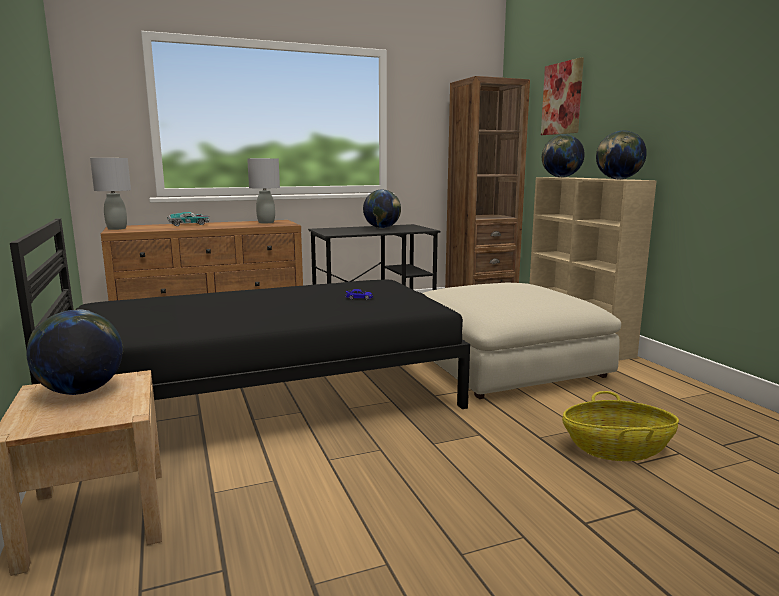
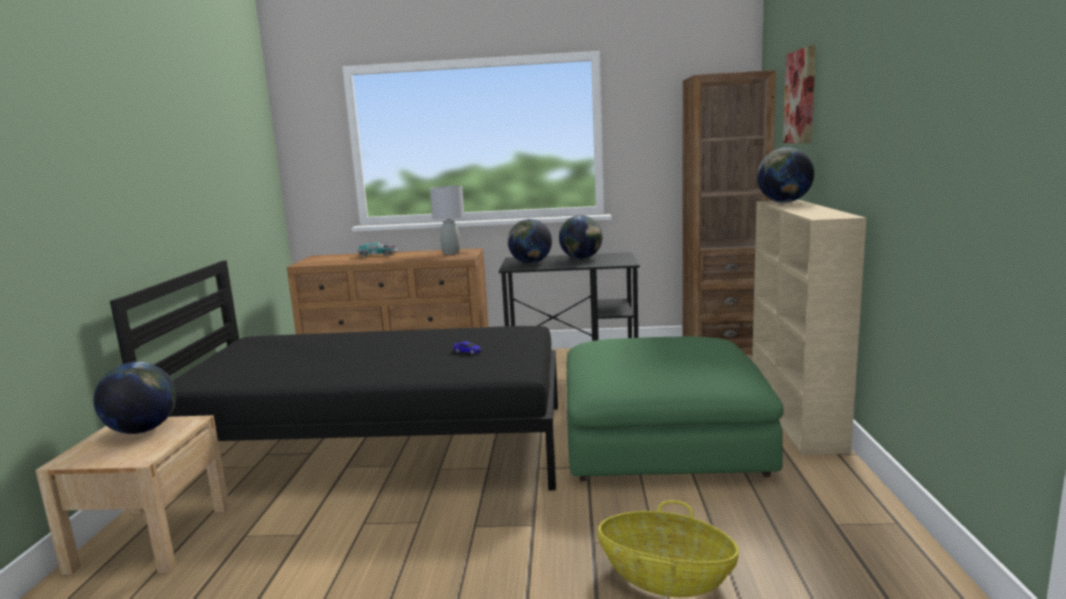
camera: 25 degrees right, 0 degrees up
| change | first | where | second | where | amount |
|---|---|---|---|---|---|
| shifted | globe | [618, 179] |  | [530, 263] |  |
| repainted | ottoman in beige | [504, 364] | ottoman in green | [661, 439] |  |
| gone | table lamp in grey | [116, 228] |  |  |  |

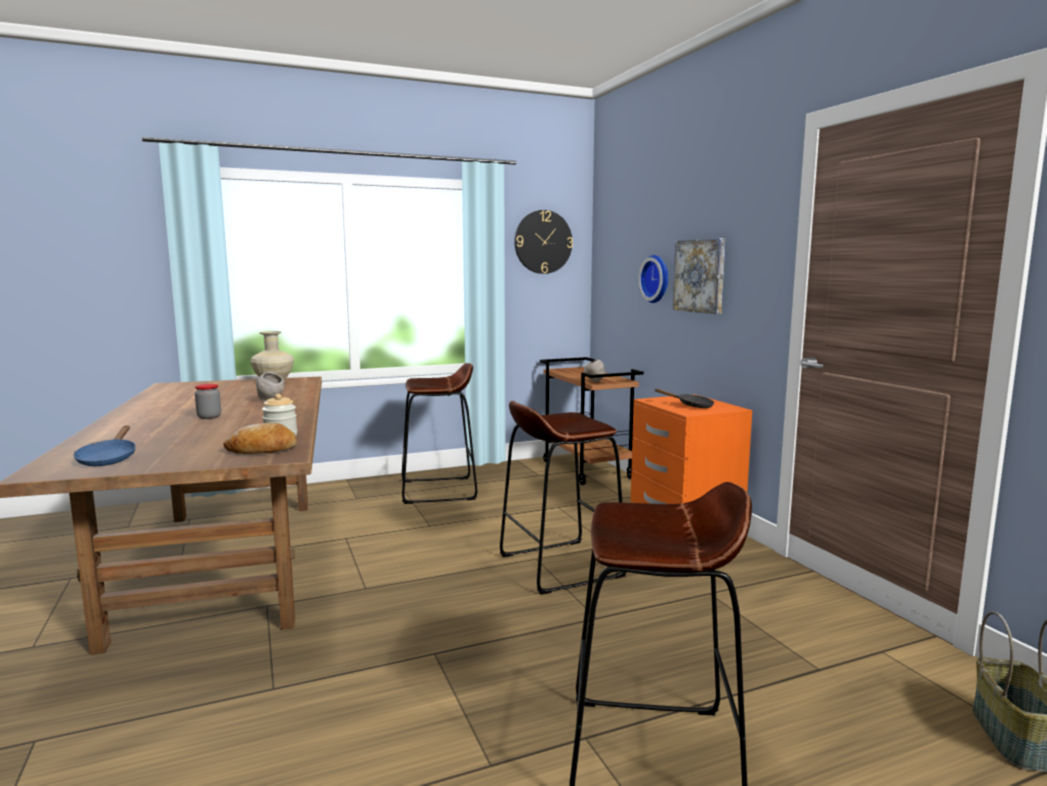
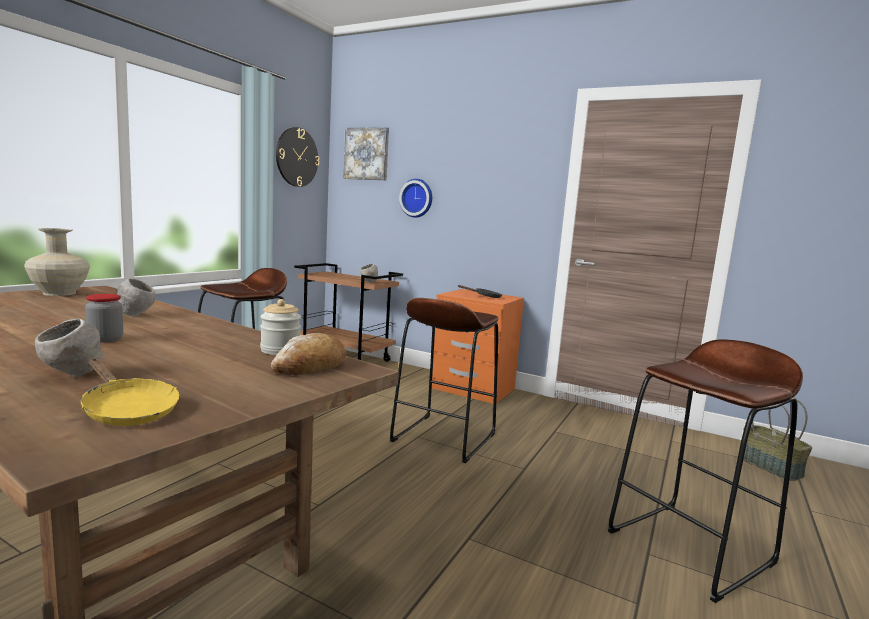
camera: 40 degrees left, 0 degrees up
| change | first | where | second | where | amount |
|---|---|---|---|---|---|
| new |  |  | bowl in grey | [73, 375] |  |
| repainted | frying pan in blue | [108, 459] | frying pan in yellow | [127, 410] |  |
| shifted | picture | [700, 276] |  | [367, 154] |  |

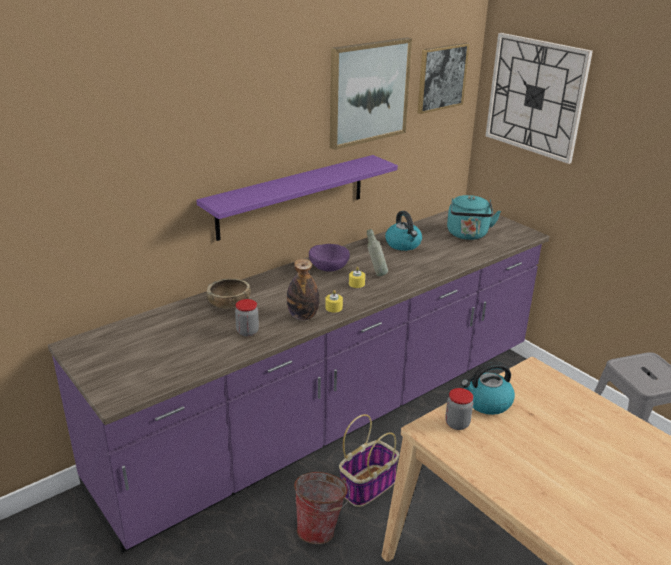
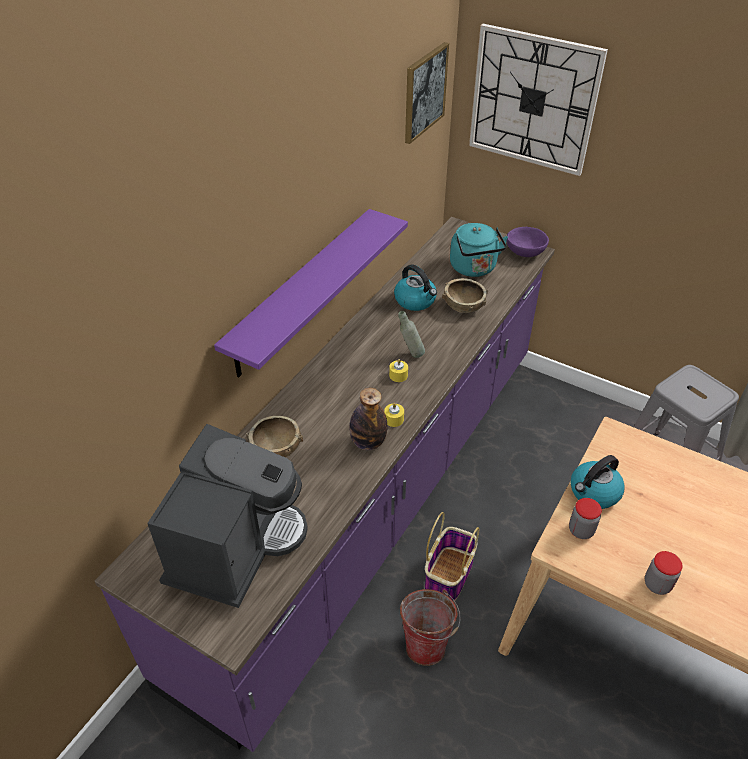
camera: 20 degrees left, 15 degrees up
| change | first | where | second | where | amount |
|---|---|---|---|---|---|
| new |  |  | coffee machine | [235, 546] |  |
| new |  |  | bowl in brown | [463, 306] |  |
| shifted | bowl in purple | [329, 268] |  | [525, 252] |  |
| shifted | jar | [247, 331] |  | [657, 584] |  |
| gone | picture | [368, 92] |  |  |  |

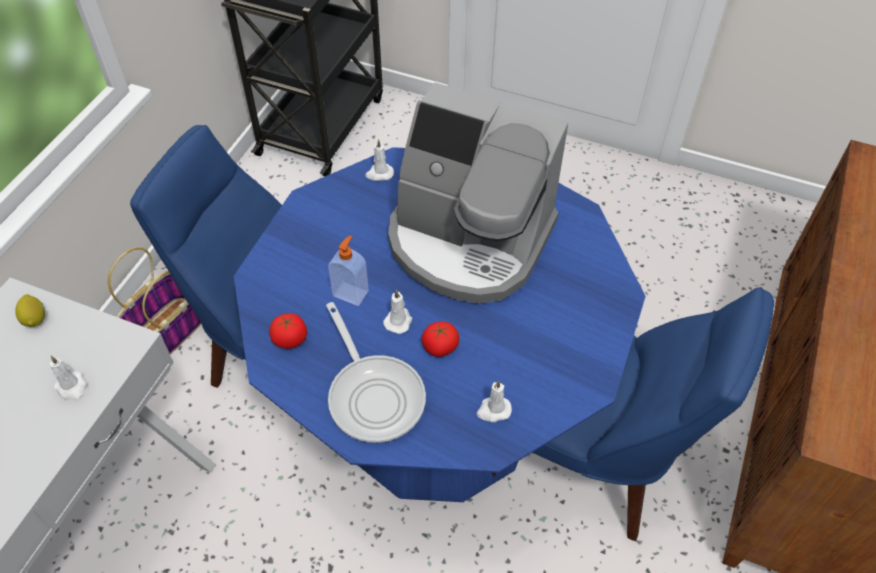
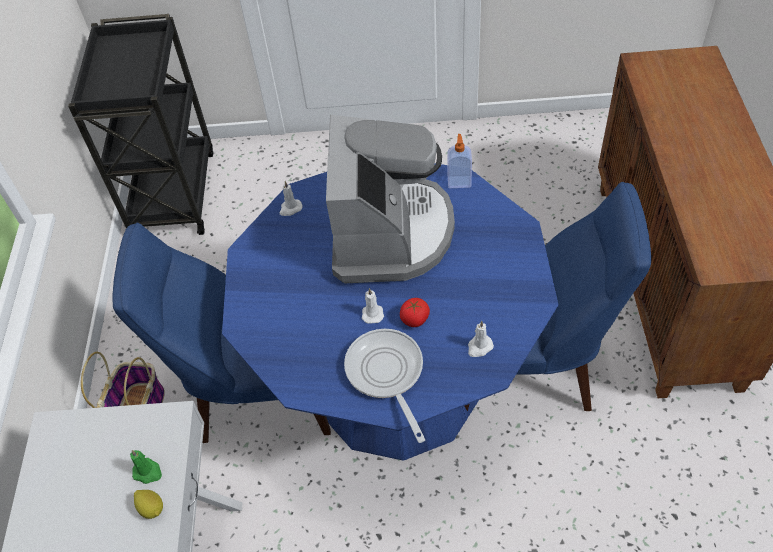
camera: 20 degrees left, 0 degrees up
| change | first | where | second | where | amount |
|---|---|---|---|---|---|
| repainted | candle in white | [72, 387] | candle in green | [148, 472] |  |
| shifted | lemon | [35, 318] |  | [152, 508] |  |
| rotated | coffee machine | [468, 241] |  | [390, 233] | 90 degrees counterclockwise |
| rotated | frying pan | [374, 395] |  | [386, 374] | 150 degrees counterclockwise |
| shifted | soap dispenser | [351, 293] |  | [459, 181] |  |
| gone | tomato | [290, 339] |  |  |  |

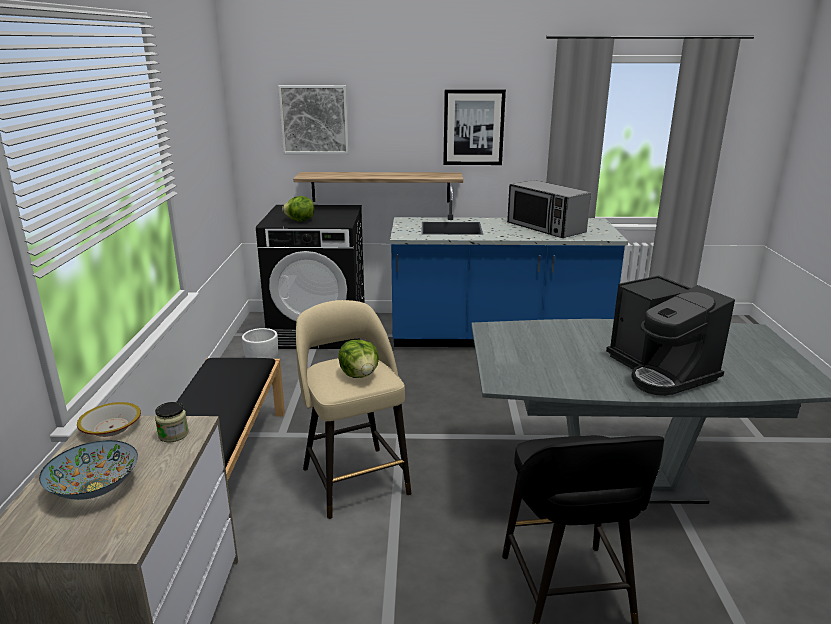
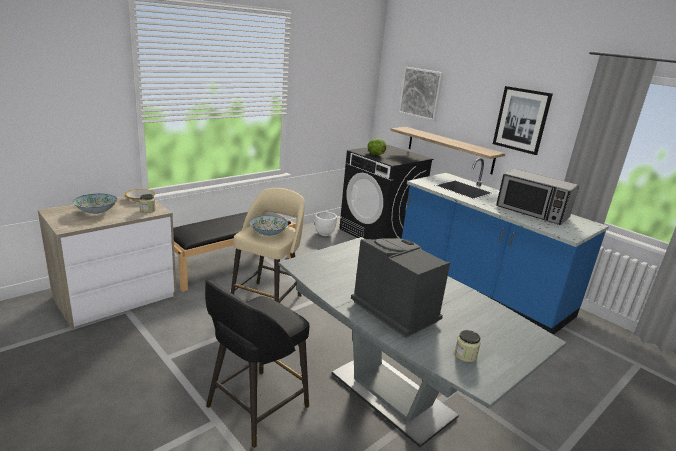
camera: 45 degrees right, 0 degrees up
| change | first | where | second | where | amount |
|---|---|---|---|---|---|
| swapped | lettuce | [360, 375] | bowl | [268, 233] |  |
| rotated | coffee machine | [660, 371] |  | [395, 310] | 120 degrees clockwise |
| new |  |  | jar | [465, 355] |  |
| rotated | microwave | [545, 228] |  | [532, 212] | 60 degrees counterclockwise |

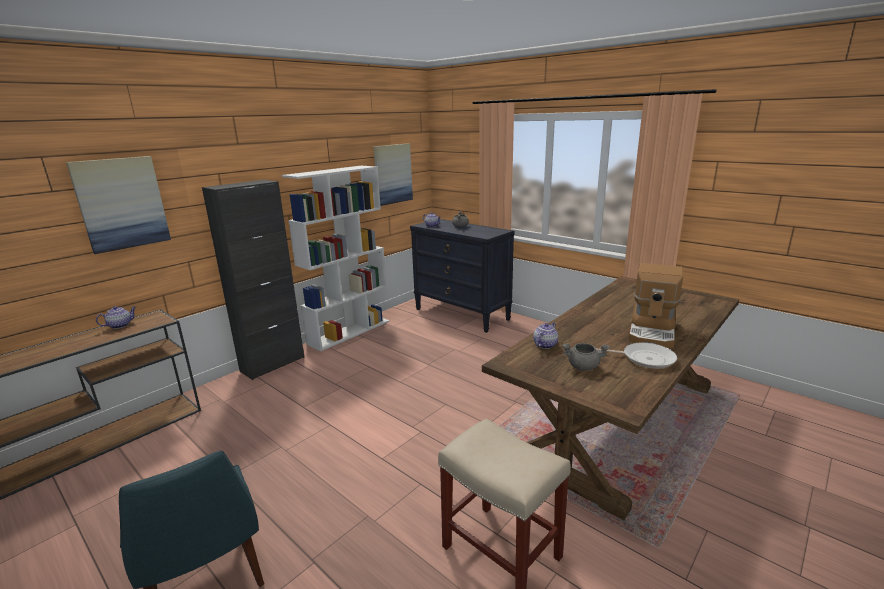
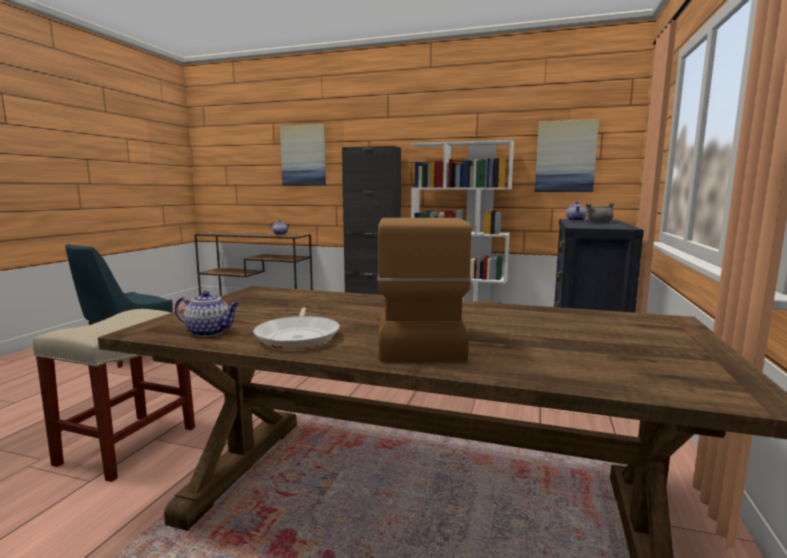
camera: 65 degrees right, 10 degrees down
| change | first | where | second | where | amount |
|---|---|---|---|---|---|
| shifted | teapot | [545, 344] |  | [210, 332] |  |
| rotated | coffee machine | [653, 331] |  | [417, 339] | 90 degrees clockwise |
| gone | cooking pot in grey | [583, 366] |  |  |  |

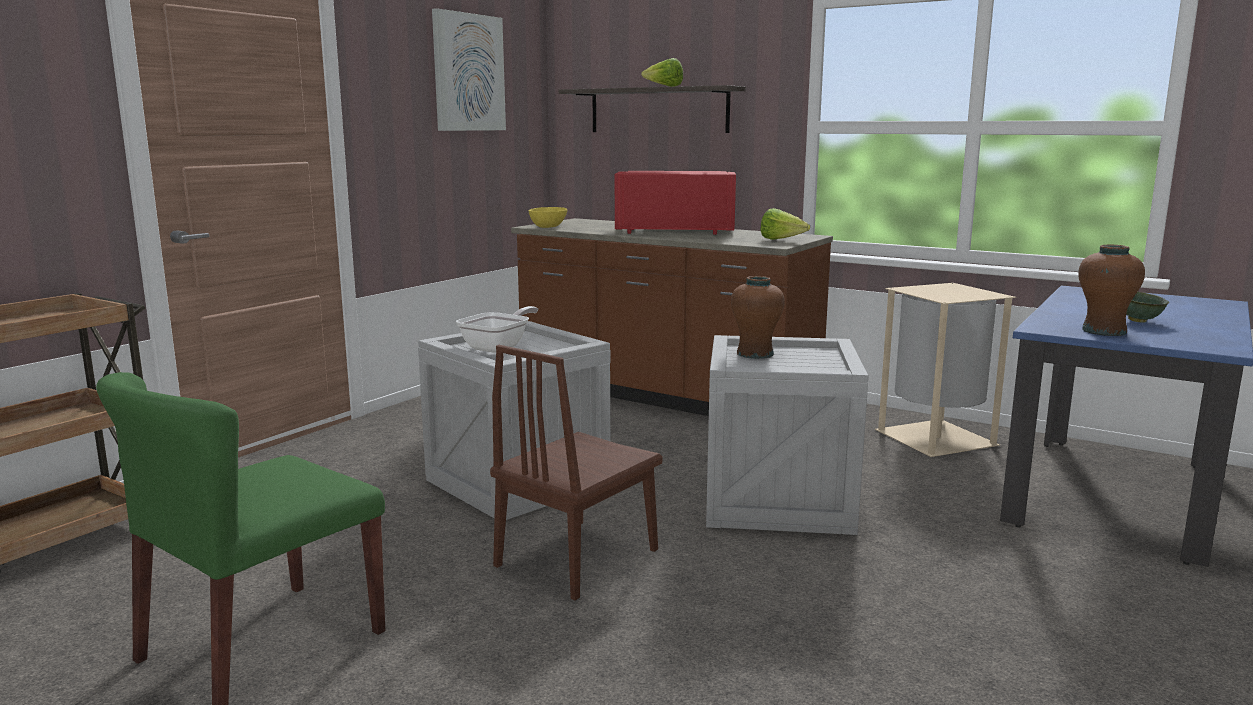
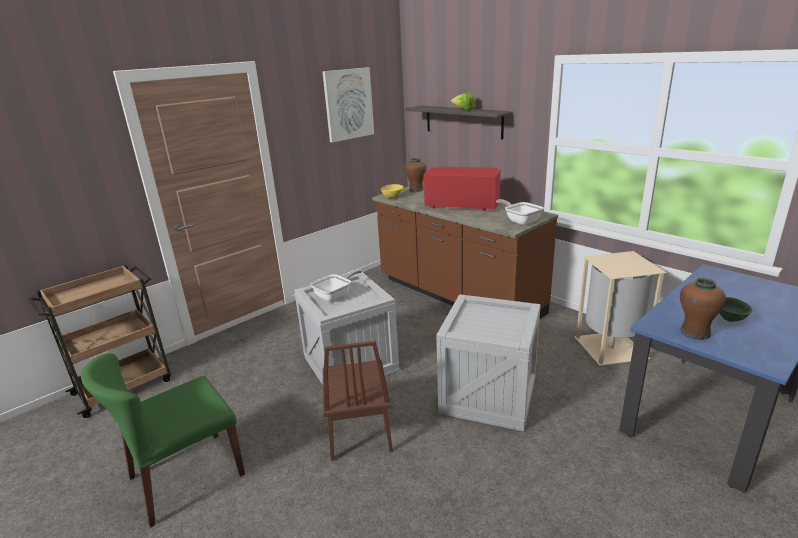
camera: 15 degrees right, 10 degrees up
| change | first | where | second | where | amount |
|---|---|---|---|---|---|
| rotated | chair in brown | [577, 557] |  | [359, 430] | 60 degrees counterclockwise |
| shifted | vase in brown | [755, 354] |  | [416, 190] |  |
| swapped | lettuce | [781, 240] | frying pan | [520, 221] |  |

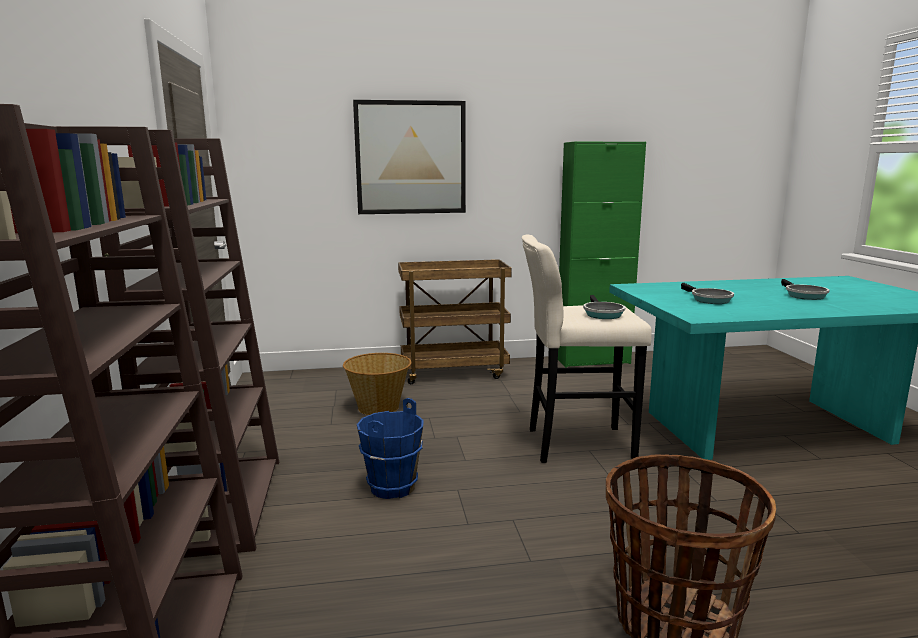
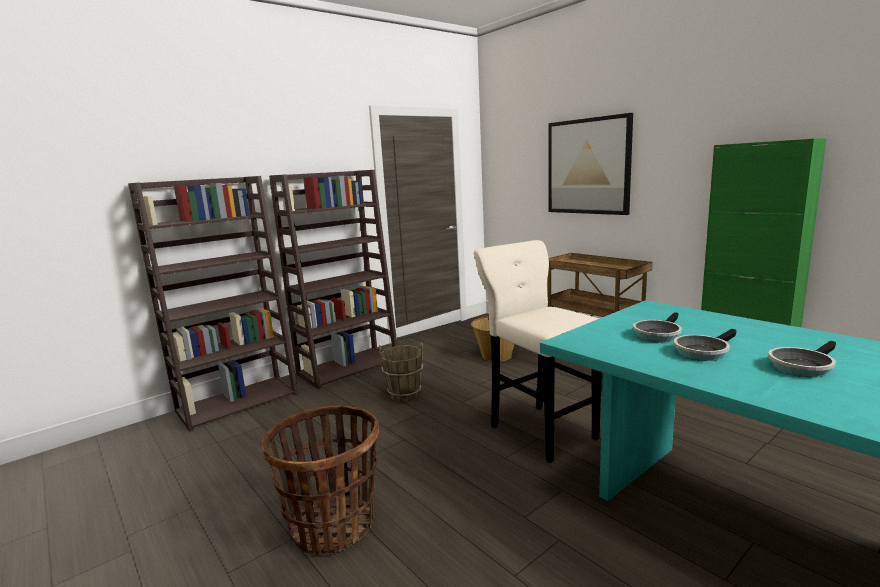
camera: 60 degrees right, 0 degrees up
| change | first | where | second | where | amount |
|---|---|---|---|---|---|
| repainted | bucket in blue | [391, 487] | bucket in brown | [404, 394] |  |
| shifted | frying pan | [602, 314] |  | [702, 352] |  |

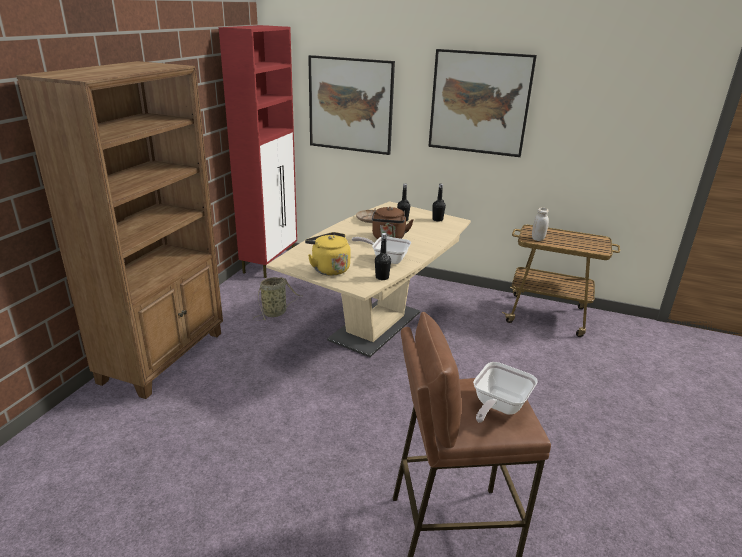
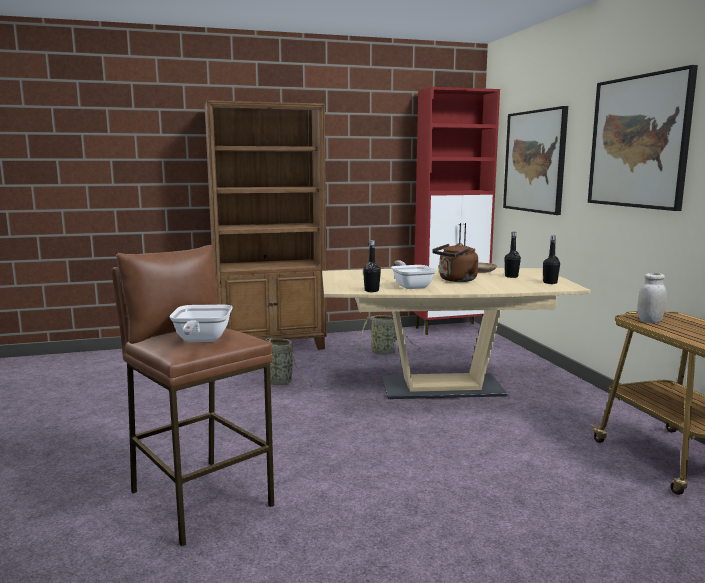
camera: 55 degrees right, 15 degrees down
| change | first | where | second | where | amount |
|---|---|---|---|---|---|
| rotated | frying pan | [498, 406] |  | [201, 341] | 90 degrees counterclockwise |
| new |  |  | basket | [281, 383] |  |
| gone | kettle in yellow | [329, 269] |  |  |  |

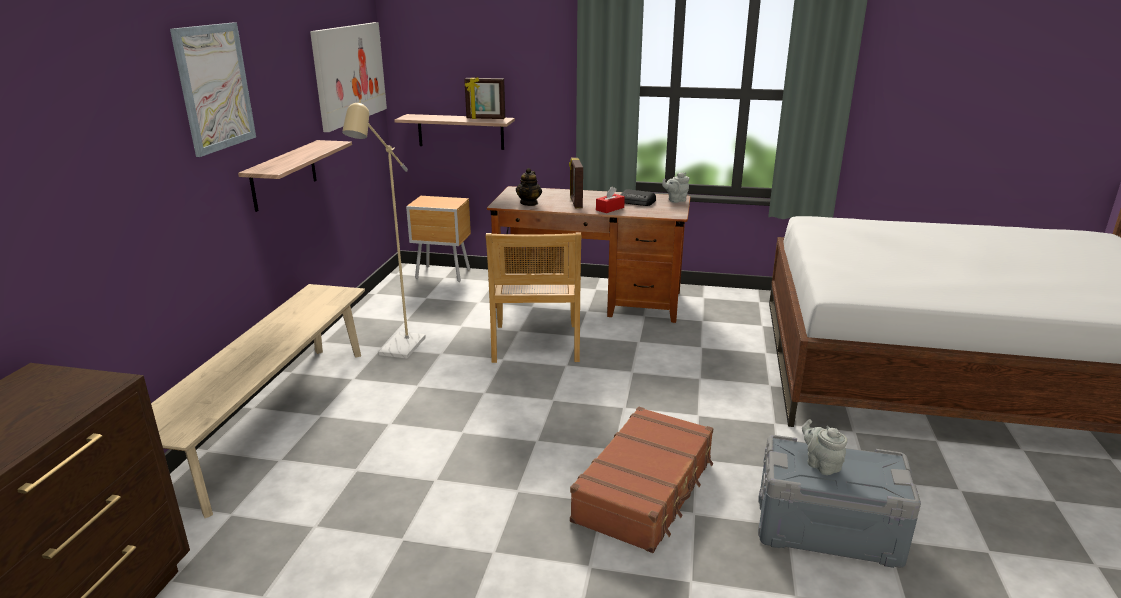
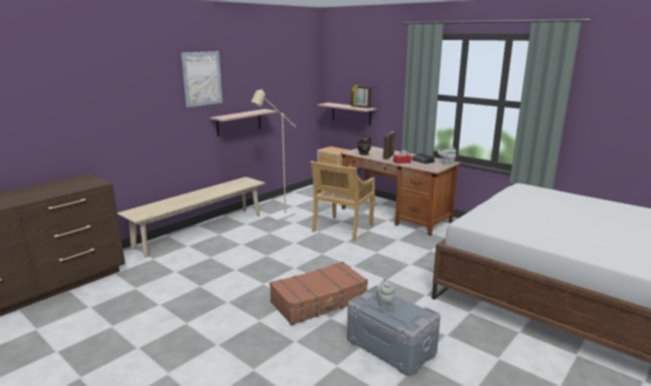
camera: 30 degrees right, 5 degrees down
| change | first | where | second | where | amount |
|---|---|---|---|---|---|
| gone | picture | [349, 74] |  |  |  |

